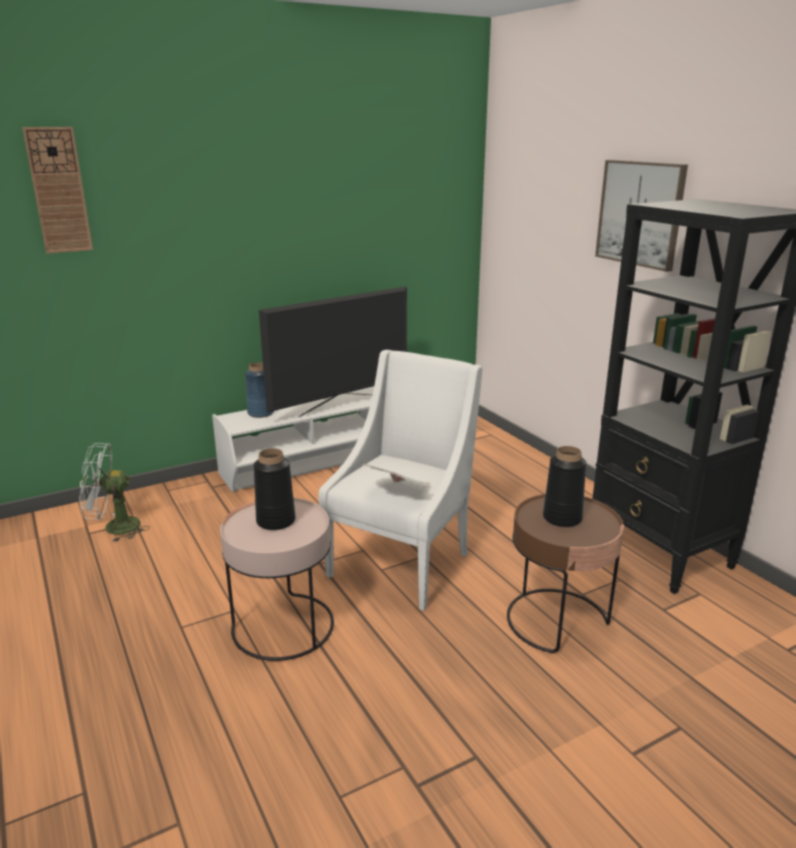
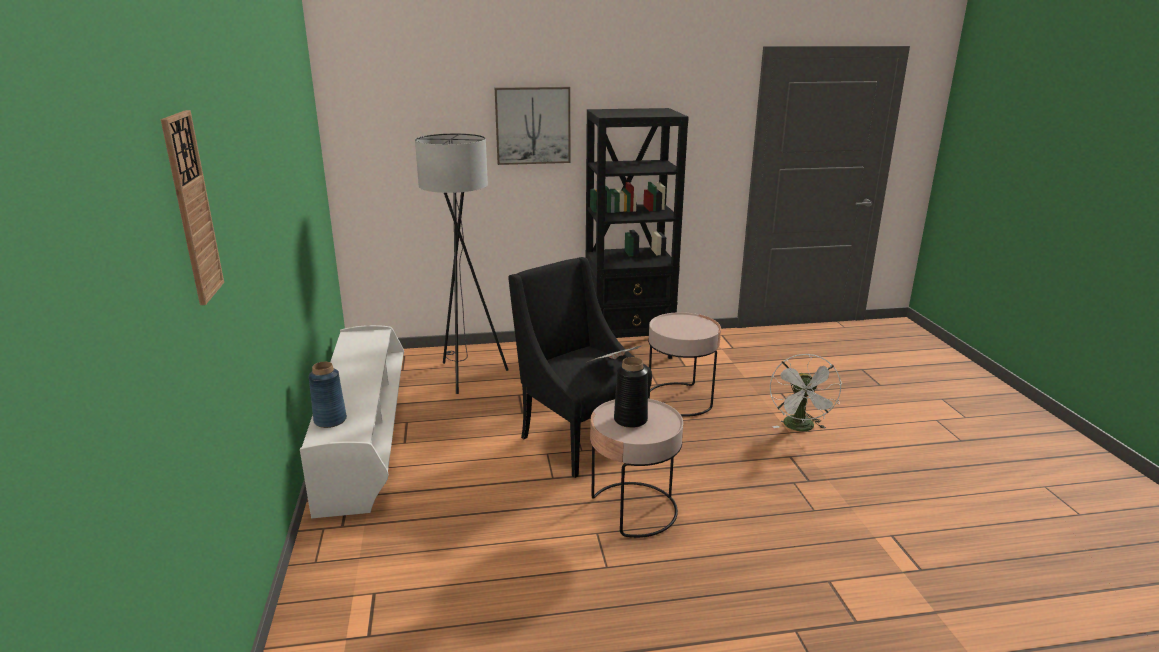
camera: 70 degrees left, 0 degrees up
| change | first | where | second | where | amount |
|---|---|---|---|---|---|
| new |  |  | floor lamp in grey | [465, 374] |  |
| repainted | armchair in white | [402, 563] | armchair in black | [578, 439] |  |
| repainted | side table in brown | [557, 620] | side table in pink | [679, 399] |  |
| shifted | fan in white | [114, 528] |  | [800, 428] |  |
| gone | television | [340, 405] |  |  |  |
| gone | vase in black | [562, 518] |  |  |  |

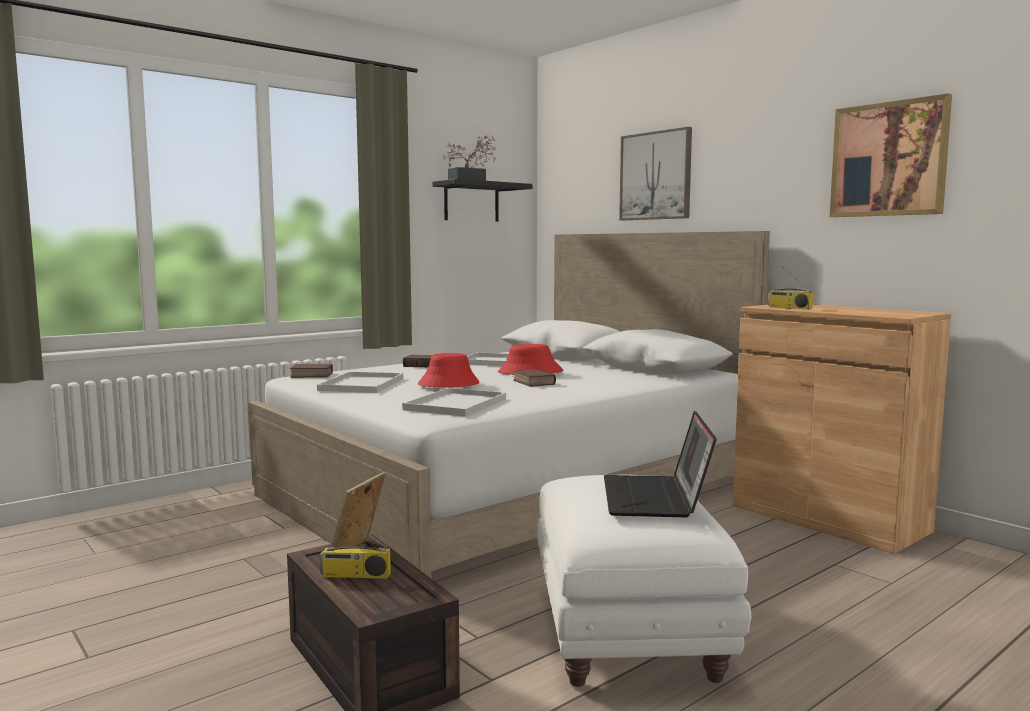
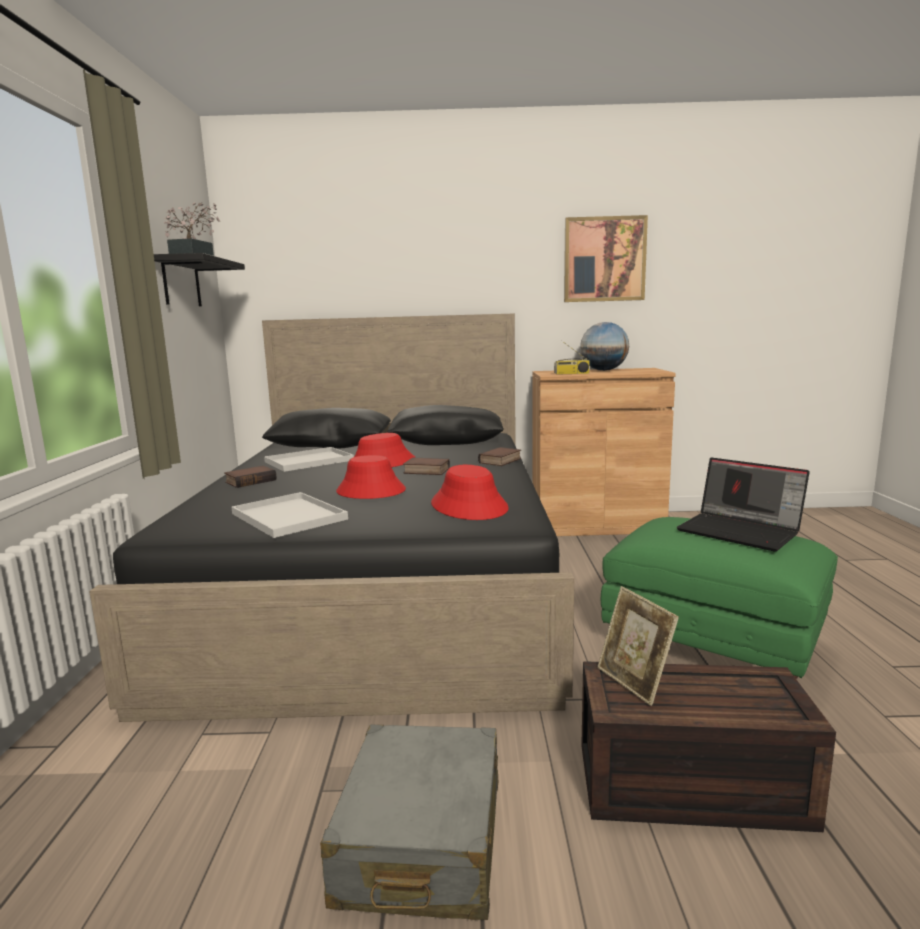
camera: 50 degrees left, 5 degrees up
| change | first | where | second | where | amount |
|---|---|---|---|---|---|
| repainted | bed in white | [511, 489] | bed in black | [381, 585] |  |
| new |  |  | suitcase in grey | [421, 841] |  |
| swapped | tray in white | [456, 405] | hat in red | [469, 506] |  |
| shifted | book | [311, 375] |  | [500, 461] |  |
| new |  |  | globe | [604, 370] |  |
| repainted | ottoman in white | [628, 634] | ottoman in green | [714, 646] |  |
| gone | radio | [355, 575] |  |  |  |
| gone | picture | [656, 176] |  |  |  |

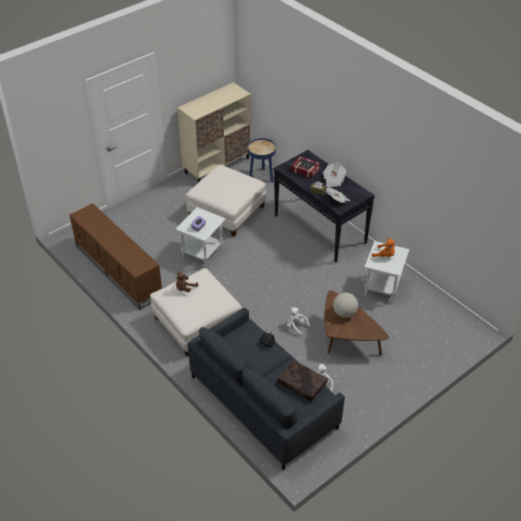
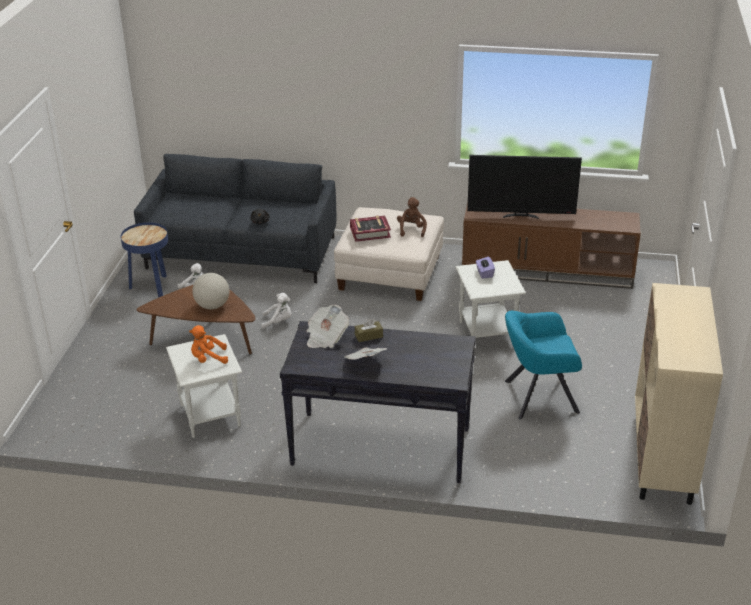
camera: 140 degrees right, 10 degrees down
| change | first | where | second | where | amount |
|---|---|---|---|---|---|
| shifted | side table in blue | [262, 176] |  | [151, 287] |  |
| shifted | book | [305, 169] |  | [370, 232] |  |
| new |  |  | television | [521, 216] |  |
| swapped | ottoman in white | [227, 211] | armchair in turquoise | [538, 397] |  |
| gone | pillow in brown | [301, 384] |  |  |  |

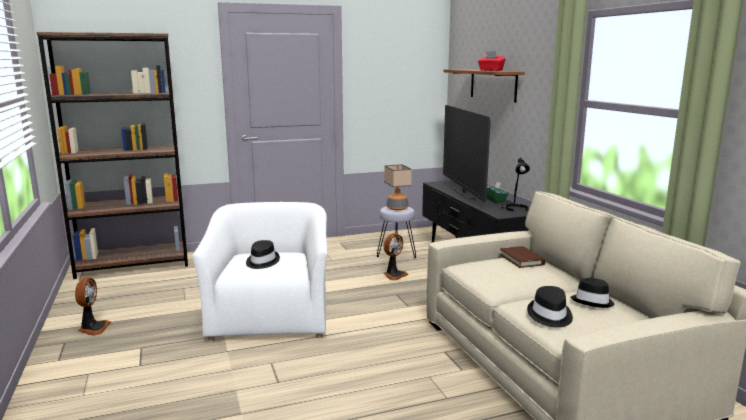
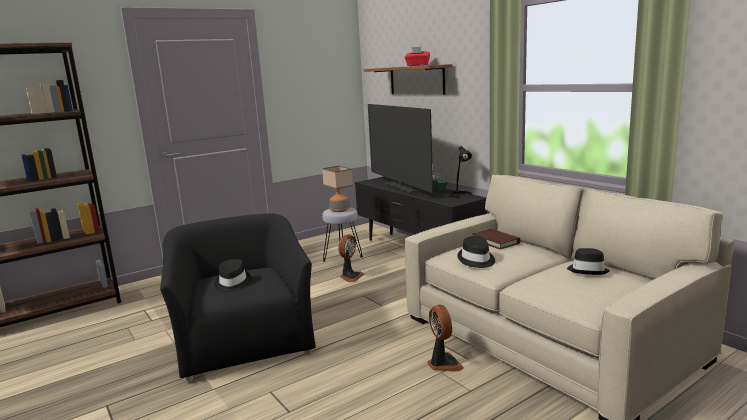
camera: 15 degrees left, 0 degrees up
| change | first | where | second | where | amount |
|---|---|---|---|---|---|
| repainted | armchair in white | [270, 318] | armchair in black | [244, 342] |  |
| shifted | fan | [93, 328] |  | [443, 364] |  |
| shifted | hat in black | [549, 315] |  | [476, 260] |  |

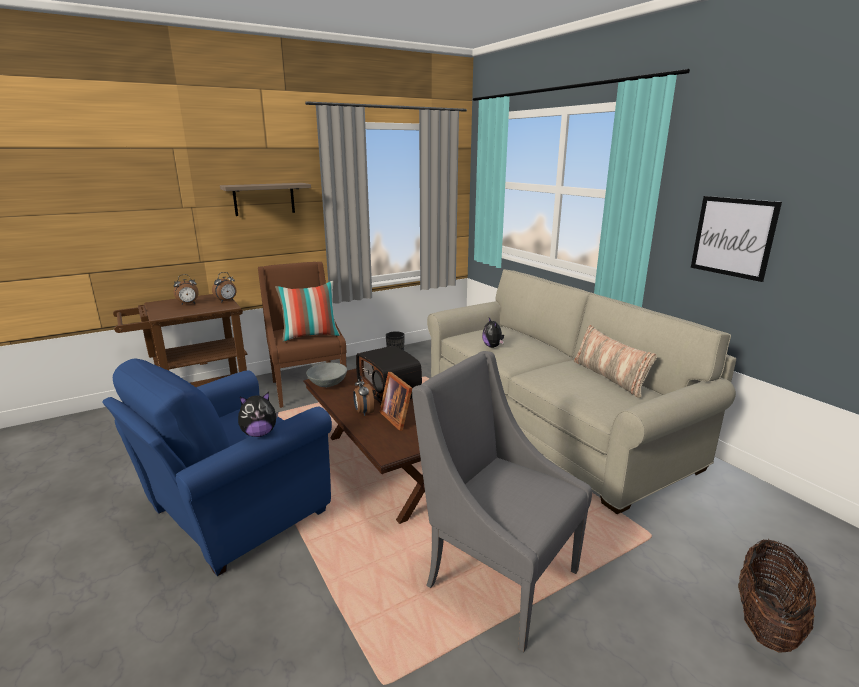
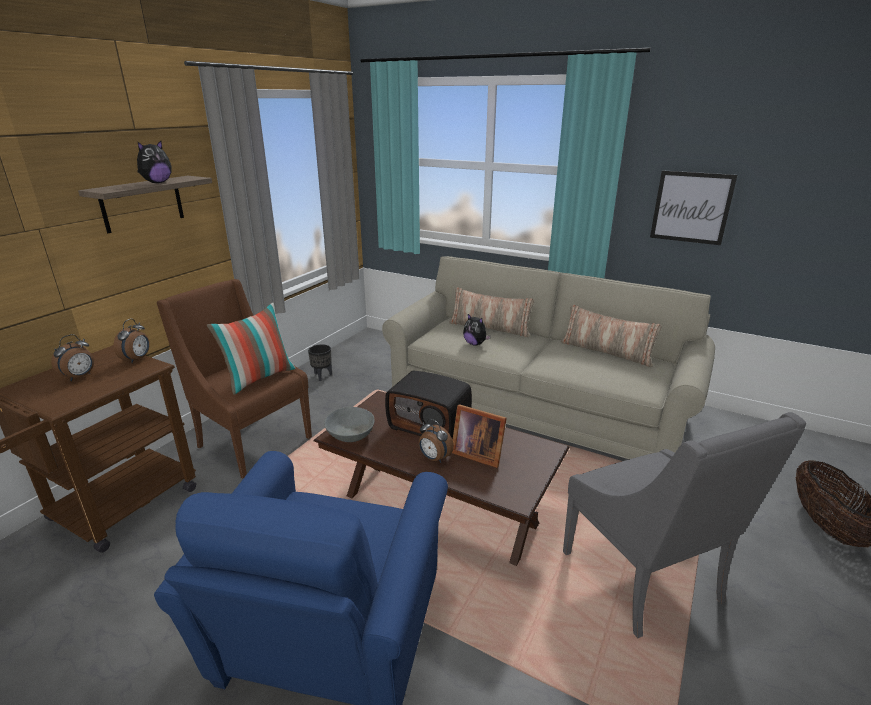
camera: 30 degrees left, 5 degrees up
| change | first | where | second | where | amount |
|---|---|---|---|---|---|
| shifted | plush toy | [259, 433] |  | [157, 183] |  |
| new |  |  | pillow | [490, 328] |  |
| rotated | armchair in grey | [497, 577] |  | [645, 579] | 120 degrees counterclockwise |

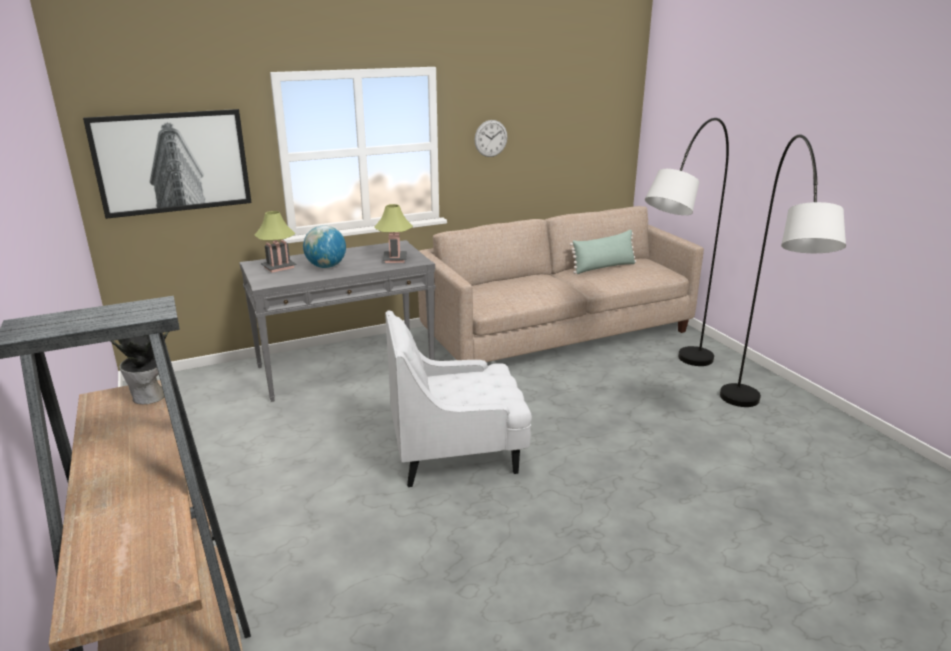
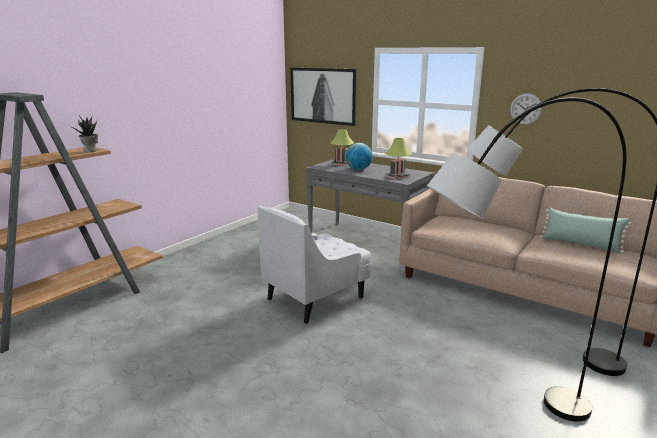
camera: 60 degrees right, 5 degrees down
| change | first | where | second | where | amount |
|---|---|---|---|---|---|
| rotated | armchair in white | [457, 453] |  | [316, 298] | 90 degrees counterclockwise |

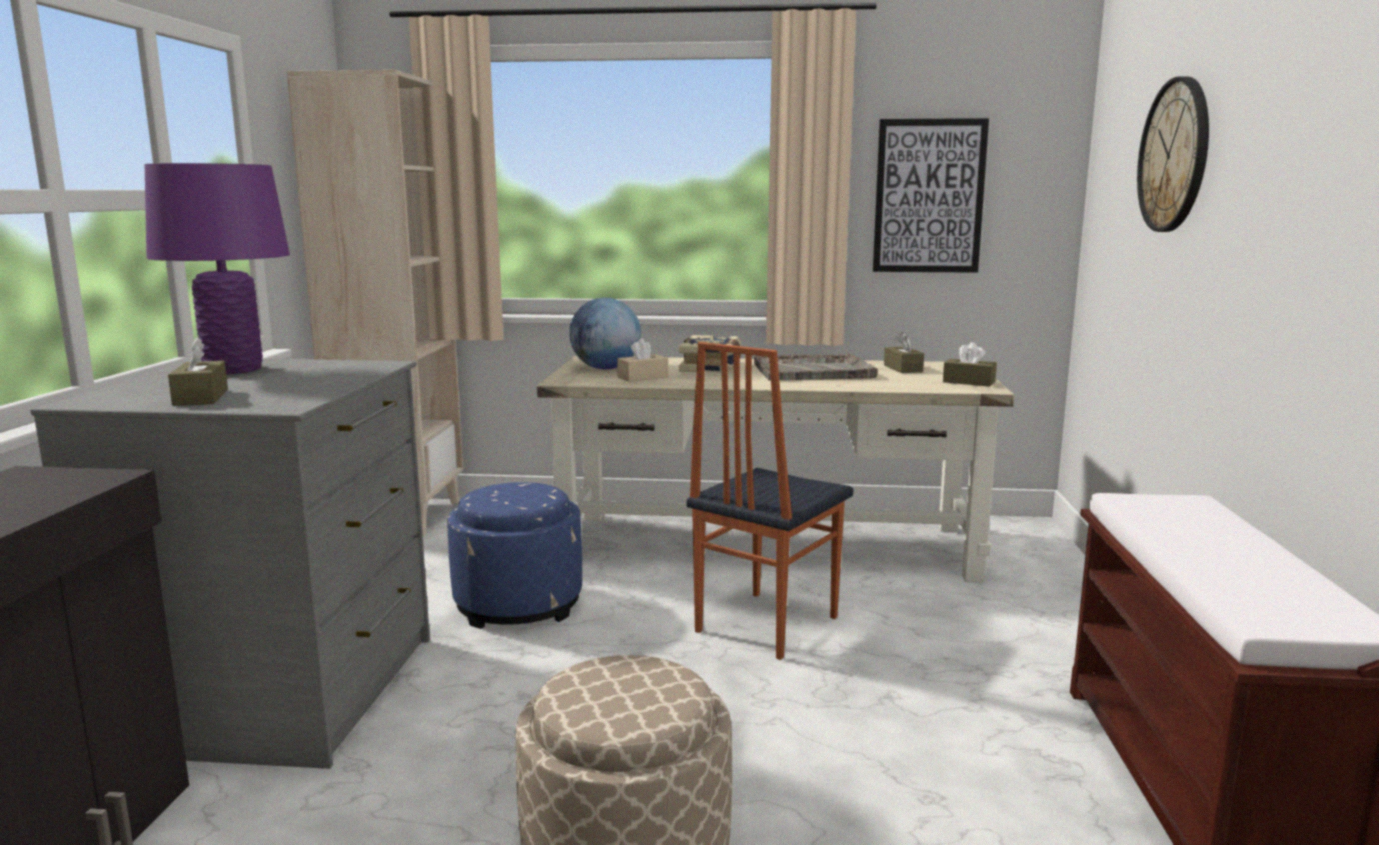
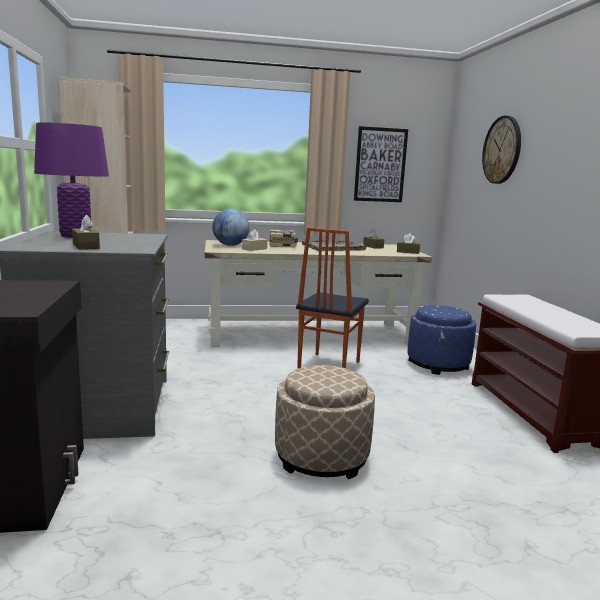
camera: 15 degrees left, 0 degrees up
| change | first | where | second | where | amount |
|---|---|---|---|---|---|
| shifted | ottoman in blue | [518, 604] |  | [438, 364] |  |

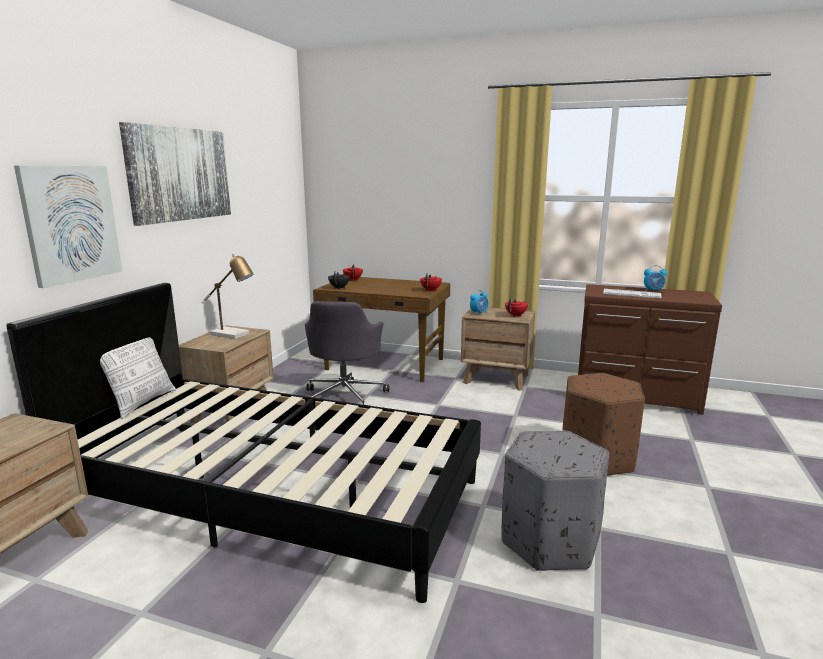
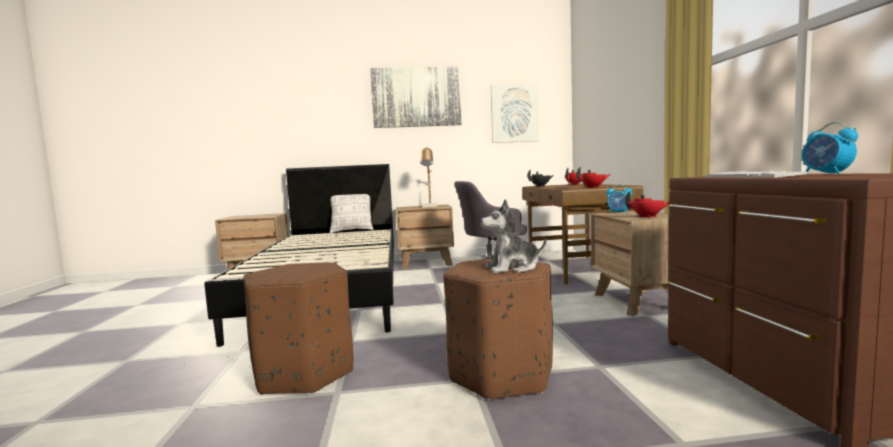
camera: 65 degrees right, 10 degrees down
| change | first | where | second | where | amount |
|---|---|---|---|---|---|
| repainted | ottoman in grey | [549, 541] | ottoman in brown | [303, 373] |  |
| new |  |  | plush toy | [513, 268] |  |
| shifted | picture | [71, 223] |  | [514, 113] |  |

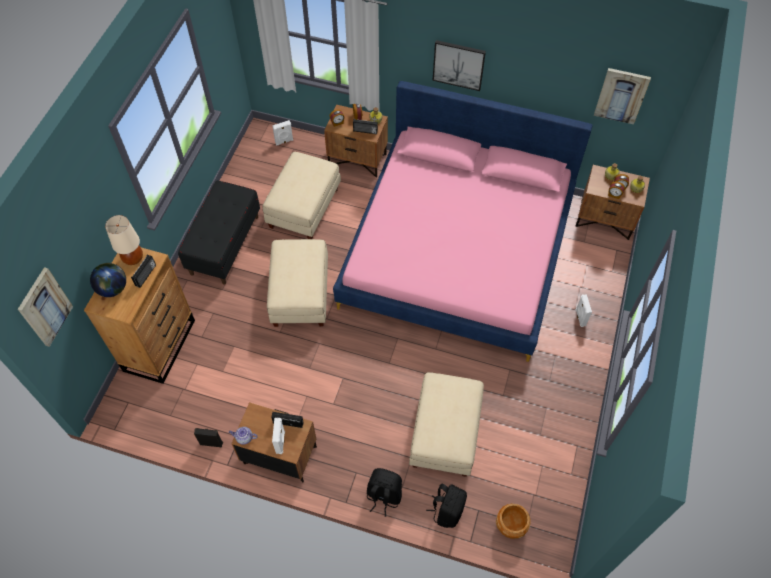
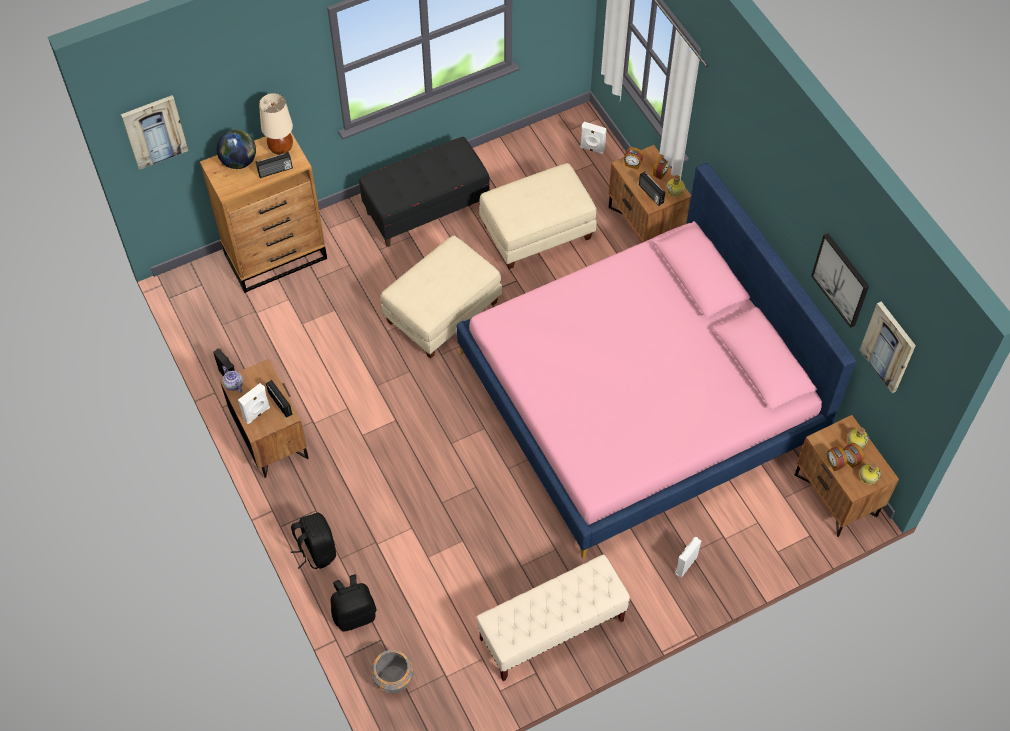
camera: 45 degrees right, 0 degrees up
| change | first | where | second | where | amount |
|---|---|---|---|---|---|
| repainted | planter in brown | [510, 526] | planter in grey | [393, 679] |  |
| new |  |  | bench in beige | [551, 630] |  |
| shifted | picture | [458, 64] |  | [841, 279] |  |
| gone | ottoman in beige | [445, 434] |  |  |  |

